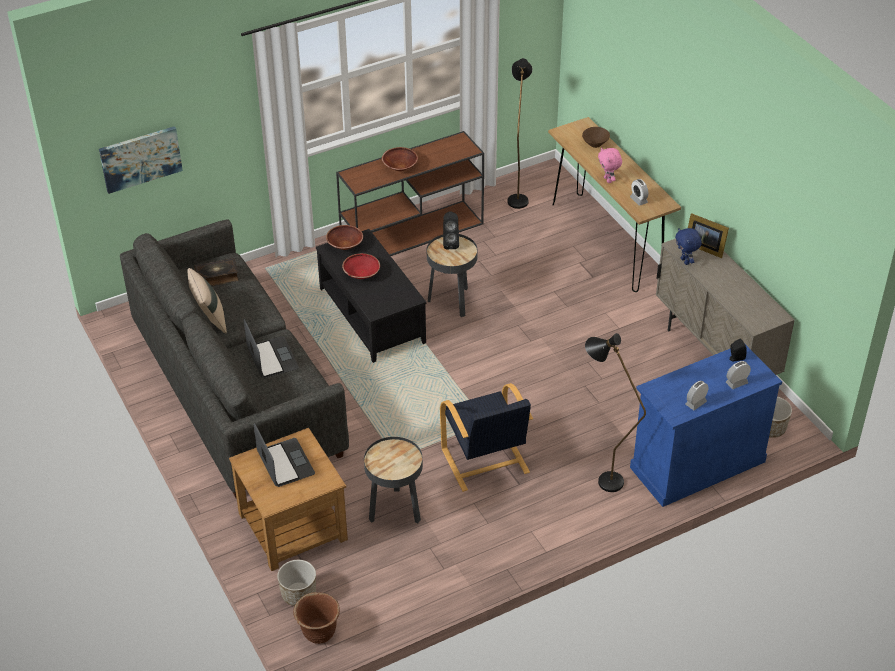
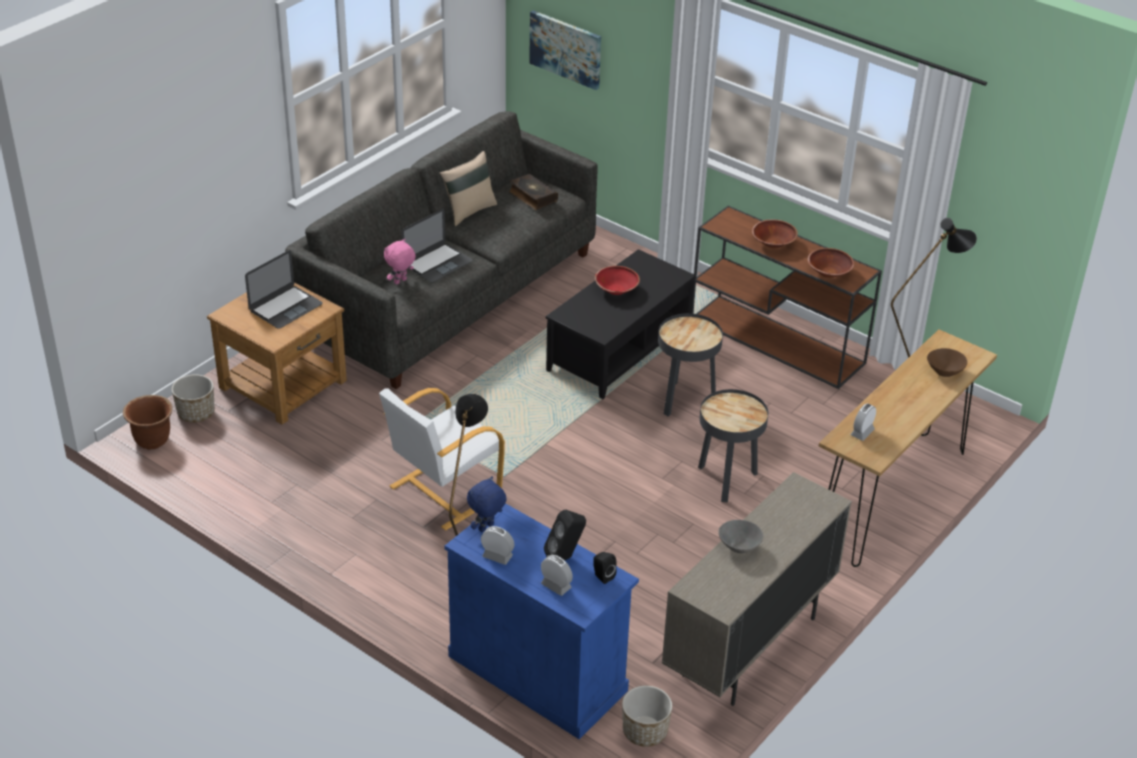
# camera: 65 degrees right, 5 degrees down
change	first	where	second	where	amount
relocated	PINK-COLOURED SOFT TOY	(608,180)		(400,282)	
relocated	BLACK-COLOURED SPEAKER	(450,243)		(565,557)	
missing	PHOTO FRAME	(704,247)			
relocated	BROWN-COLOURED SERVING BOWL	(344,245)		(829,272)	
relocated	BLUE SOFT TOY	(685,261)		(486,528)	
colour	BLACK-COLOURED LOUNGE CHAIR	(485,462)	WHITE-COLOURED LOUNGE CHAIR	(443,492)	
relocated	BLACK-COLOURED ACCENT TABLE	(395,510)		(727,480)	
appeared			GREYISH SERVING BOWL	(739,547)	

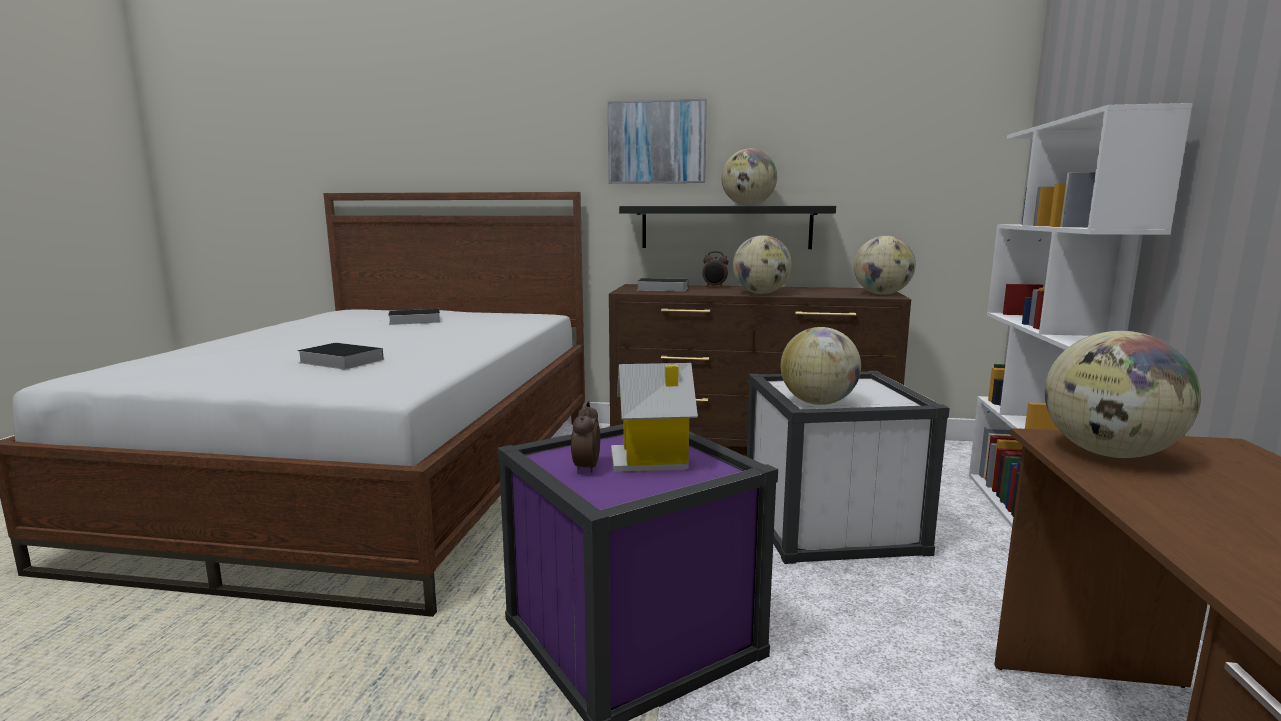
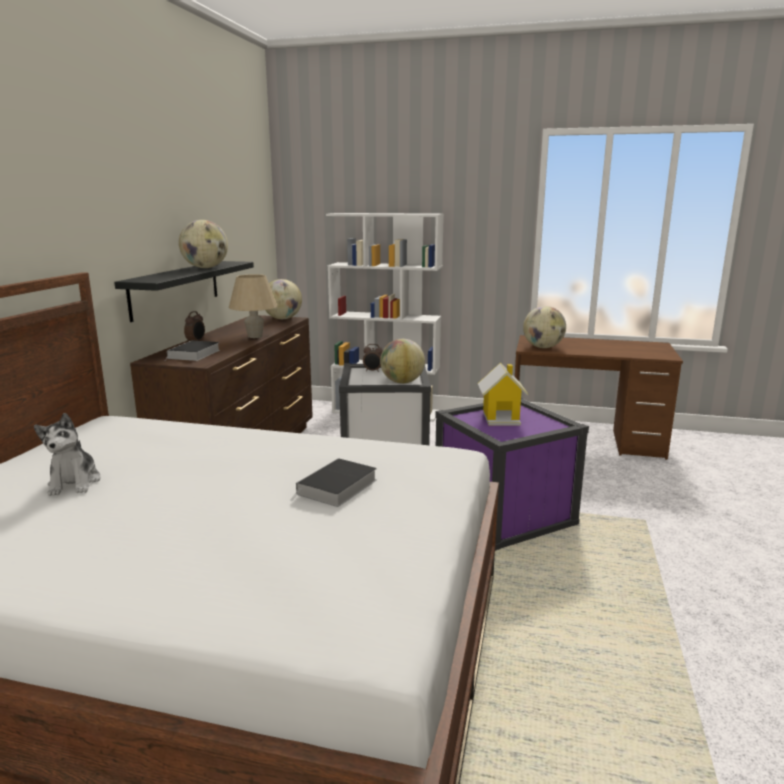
# camera: 85 degrees left, 5 degrees up
change	first	where	second	where	amount
missing	PICTURE	(657,142)			
exchanged	WORLD GLOBE	(760,293)	BEIGE TABLETOP LAMP	(255,336)	
exchanged	VOLUME	(413,321)	SOFT TOY	(74,483)	
relocated	TABLE CLOCK	(585,468)		(373,371)	

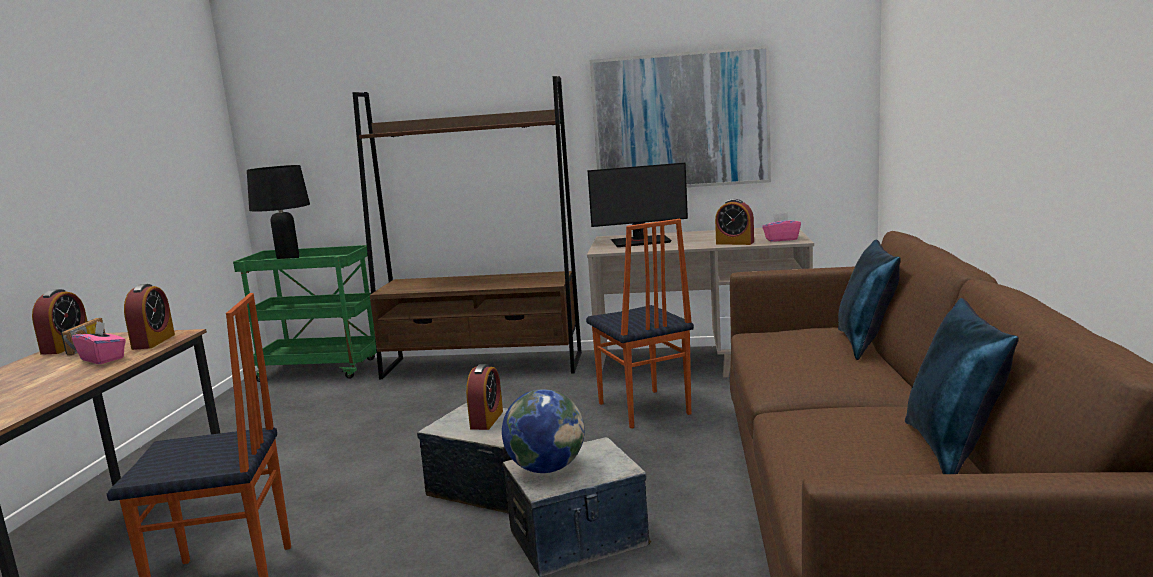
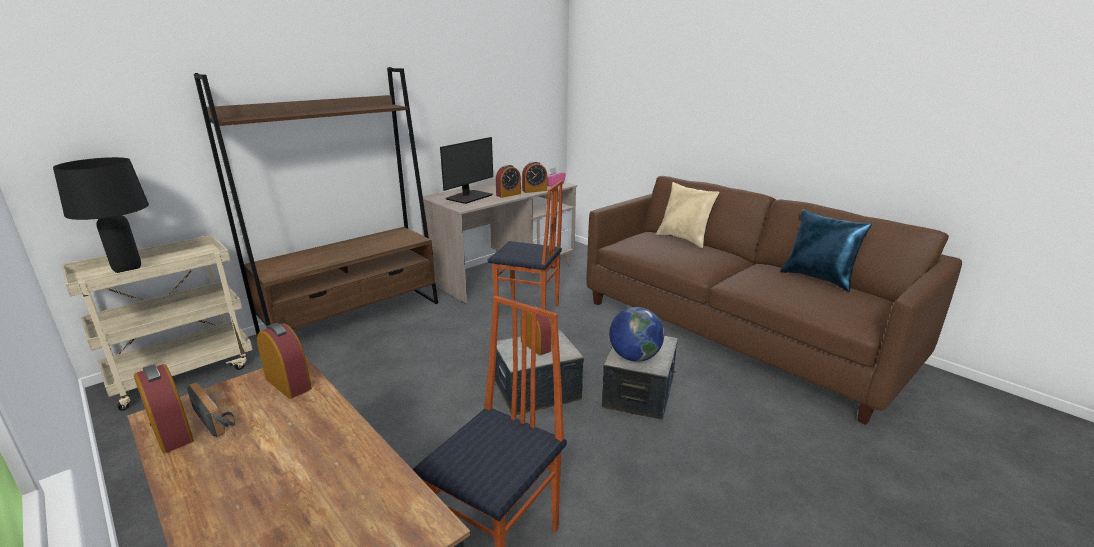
# camera: 50 degrees left, 10 degrees up
change	first	where	second	where	amount
missing	PICTURE	(680,121)			
colour	BLUE CUSHION	(866,344)	BEIGE CUSHION	(684,239)	
colour	GREENISH CART	(322,369)	BEIGE CART	(184,373)	
missing	PINK-COLOURED TISSUE HOLDER	(103,359)			
appeared			TABLE CLOCK	(508,194)	

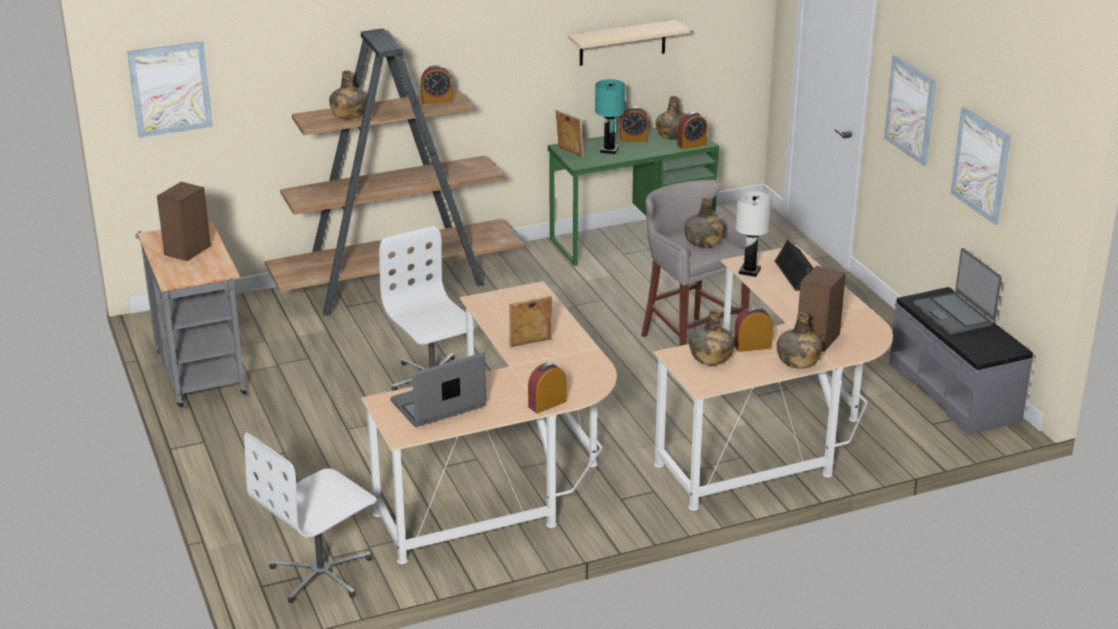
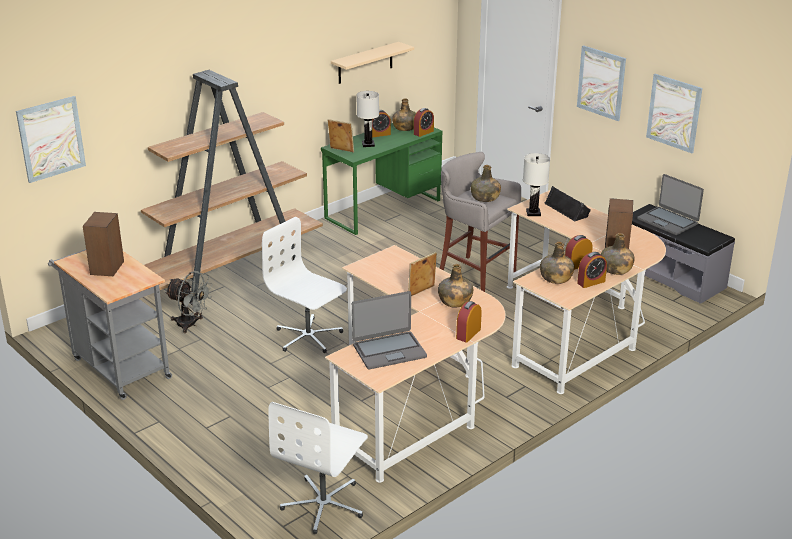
# camera: 20 degrees left, 0 degrees up
change	first	where	second	where	amount
relocated	TABLE CLOCK	(437,100)		(591,282)	
relocated	GREENISH DRINK BOTTLE	(349,114)		(454,301)	
colour	BLUE-GREEN TABLETOP LAMP	(609,150)	WHITE-COLOURED TABLETOP LAMP	(368,144)	
spun	NOTEBOOK COMPUTER	(438,405)		(389,351)	150 degrees counterclockwise
appeared			GREYISH COOLING FAN	(191,325)	

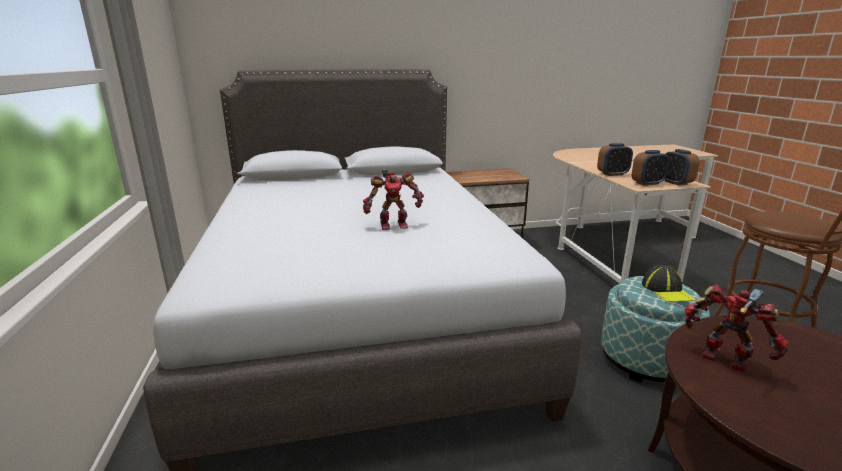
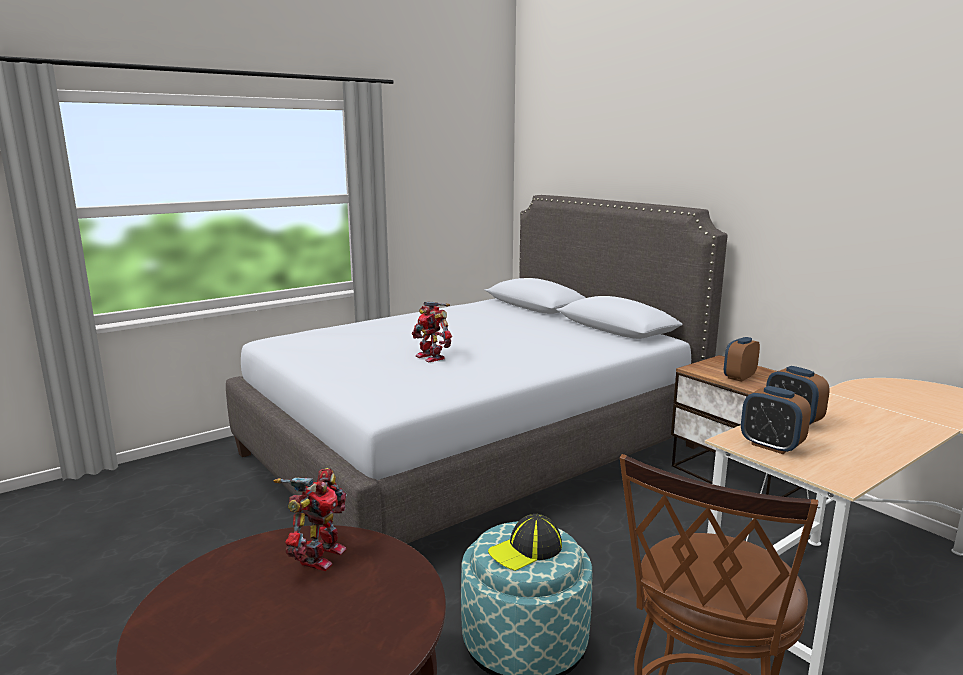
# camera: 65 degrees right, 5 degrees down
change	first	where	second	where	amount
relocated	TABLE CLOCK	(675,183)		(739,377)	

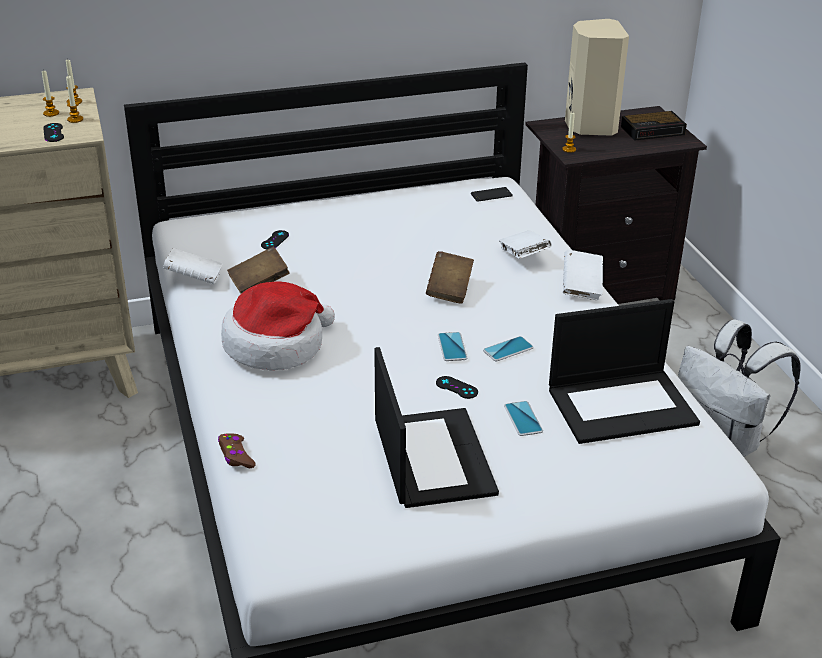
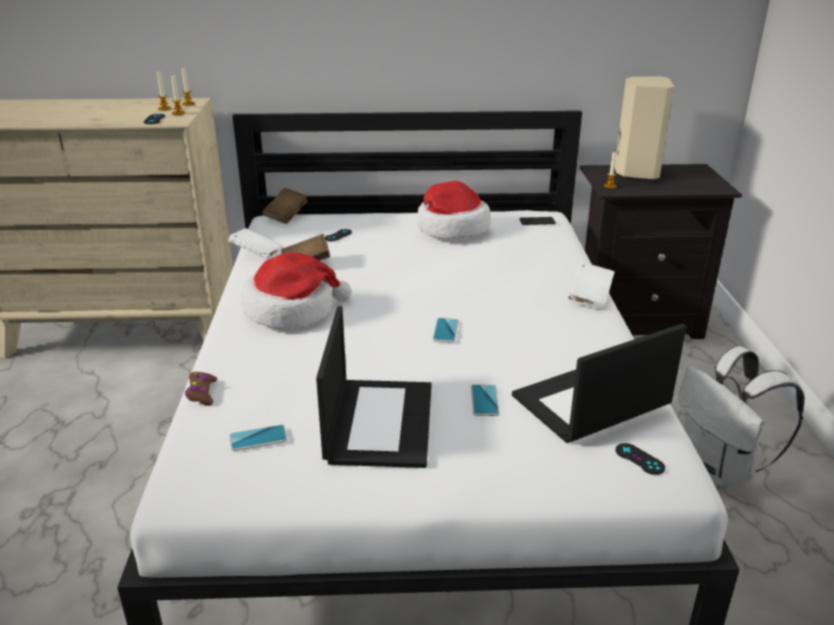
# camera: 15 degrees right, 5 degrees down
change	first	where	second	where	amount
missing	TABLE CLOCK	(654,130)			
missing	WHITE-COLOURED VOLUME	(523,256)			
relocated	BROWN-COLOURED VOLUME	(449,290)		(286,216)	
spun	NOTEBOOK COMPUTER	(622,405)		(590,402)	150 degrees clockwise
relocated	PHONE	(508,349)		(258,438)	
relocated	BLACK-COLOURED JOYPAD	(456,387)		(639,459)	
appeared			WEARABLE HAT	(451,228)	

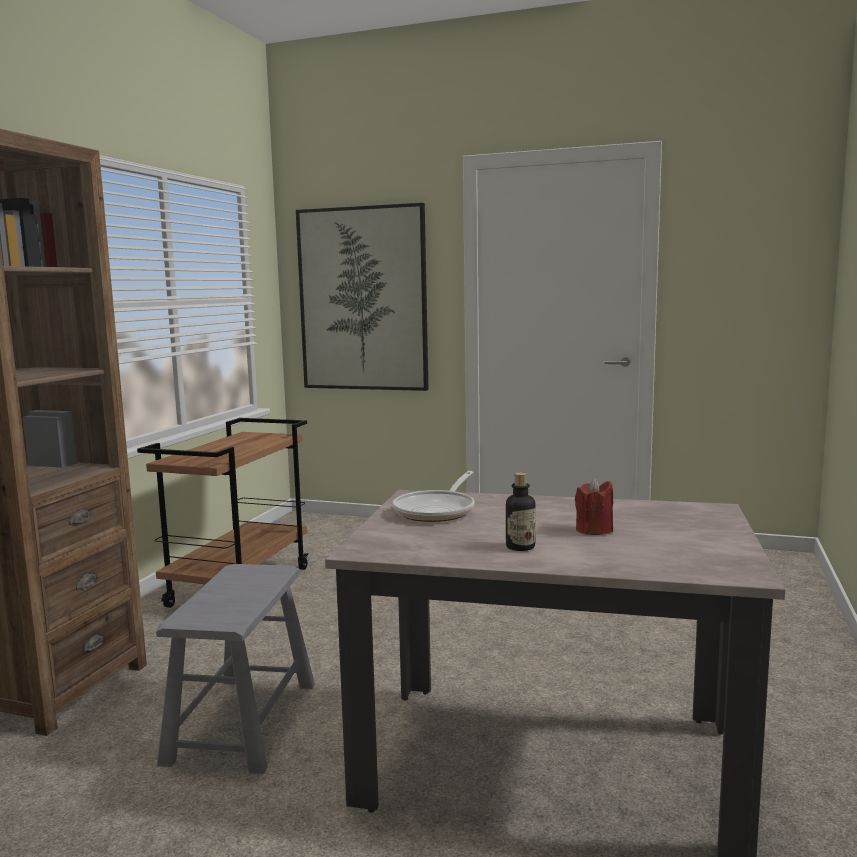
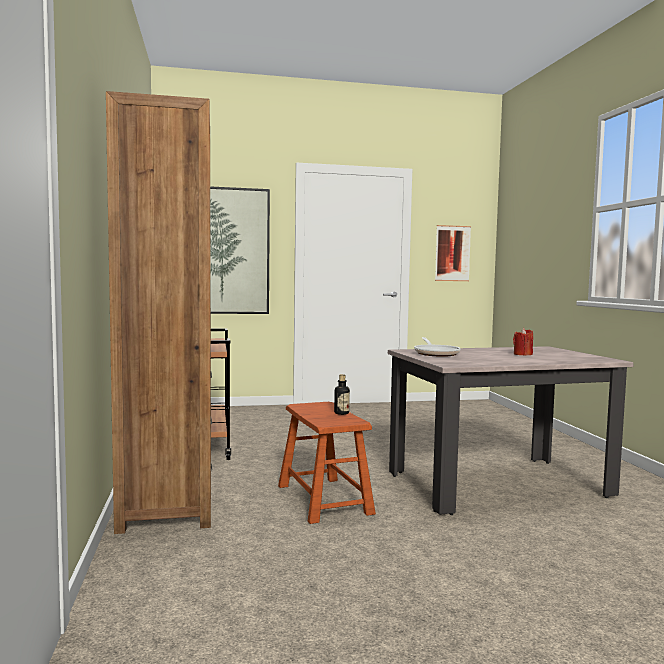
# camera: 30 degrees left, 5 degrees down
change	first	where	second	where	amount
relocated	DRINK BOTTLE	(520,547)		(341,413)	
colour	GREYISH STOOL	(242,722)	BROWN-COLOURED STOOL	(323,499)	
appeared			PICTURE	(452,253)	

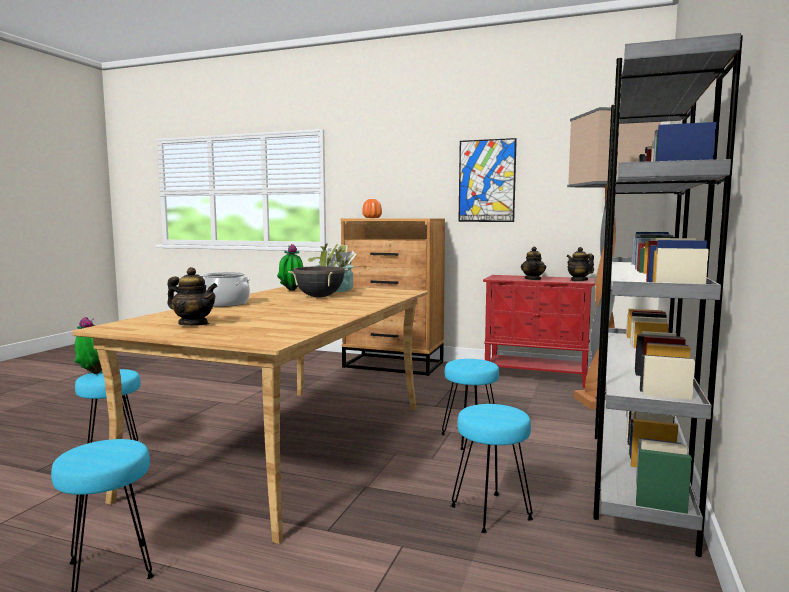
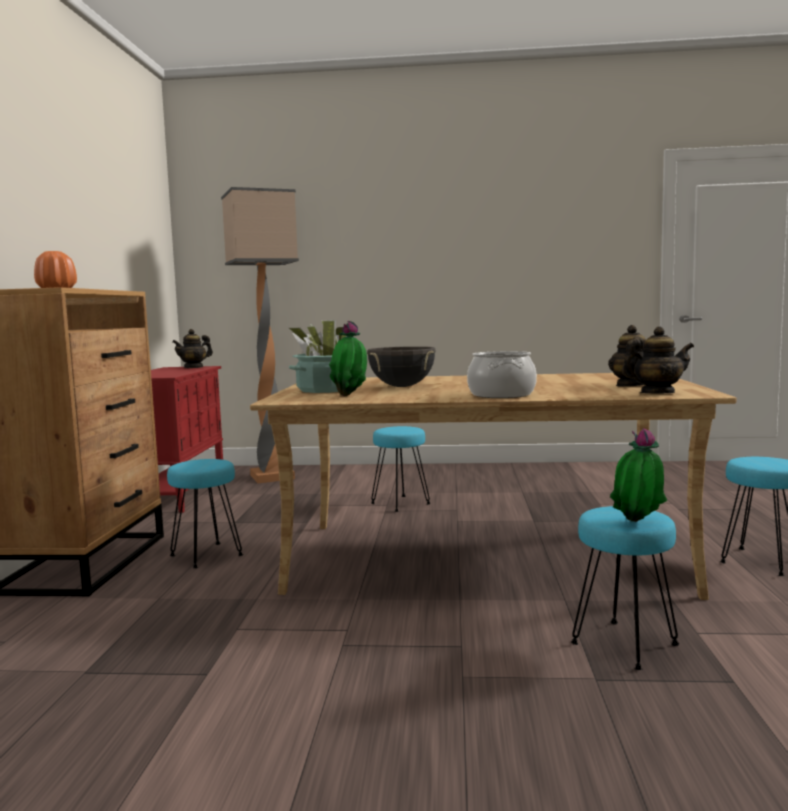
# camera: 105 degrees left, 0 degrees up
change	first	where	second	where	amount
missing	GREYISH SHELVING UNIT	(636,478)			
missing	PICTURE	(486,181)			
relocated	TEAPOT	(533,279)		(657,393)	
relocated	BLUE-GREEN STOOL	(492,512)		(206,555)	

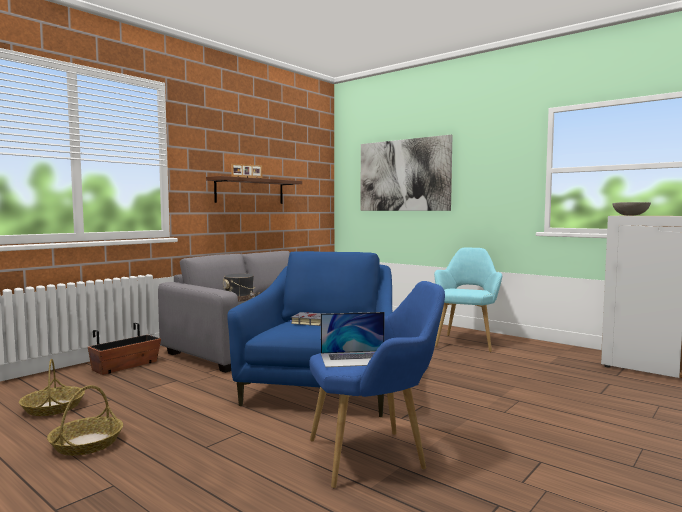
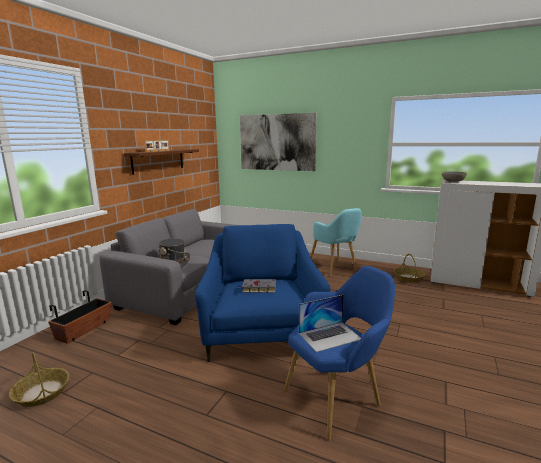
# camera: 15 degrees left, 10 degrees up
change	first	where	second	where	amount
spun	BLUE-GREEN LOUNGE CHAIR	(466,342)		(335,269)	150 degrees clockwise
relocated	BASKET	(87,443)		(408,278)	

